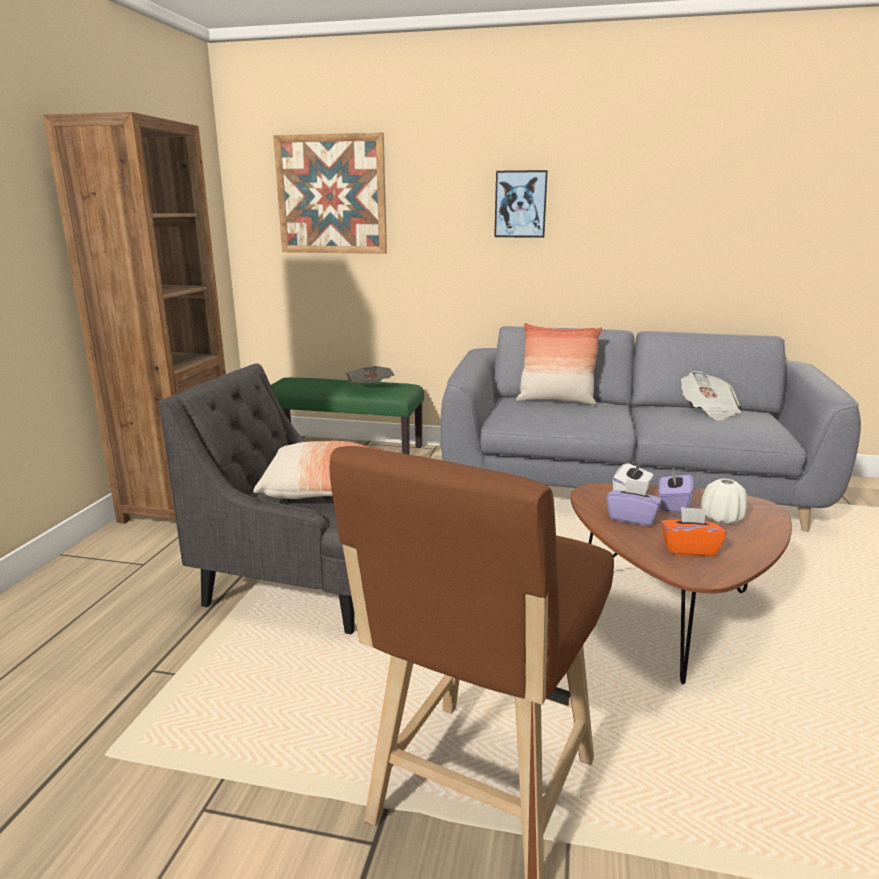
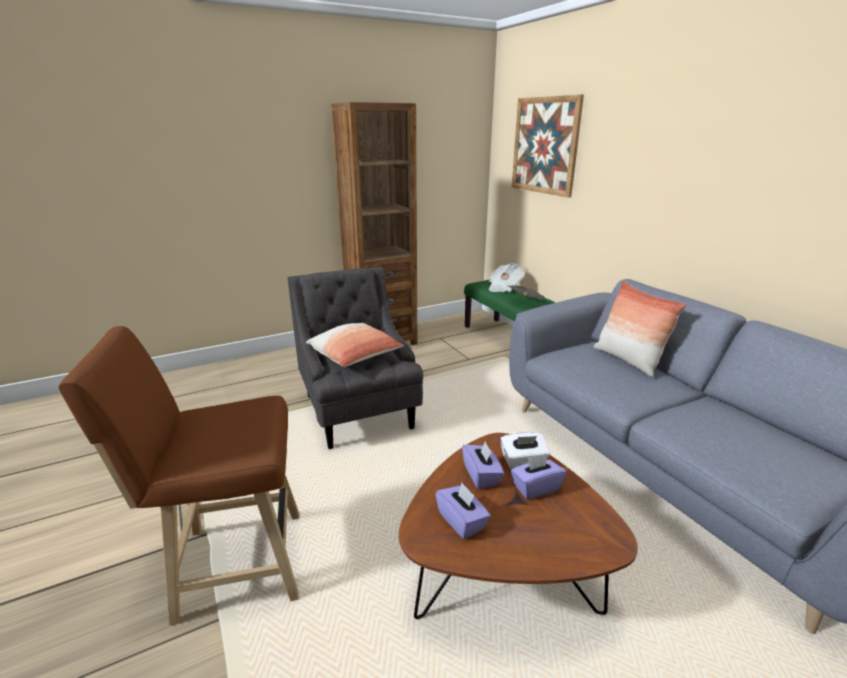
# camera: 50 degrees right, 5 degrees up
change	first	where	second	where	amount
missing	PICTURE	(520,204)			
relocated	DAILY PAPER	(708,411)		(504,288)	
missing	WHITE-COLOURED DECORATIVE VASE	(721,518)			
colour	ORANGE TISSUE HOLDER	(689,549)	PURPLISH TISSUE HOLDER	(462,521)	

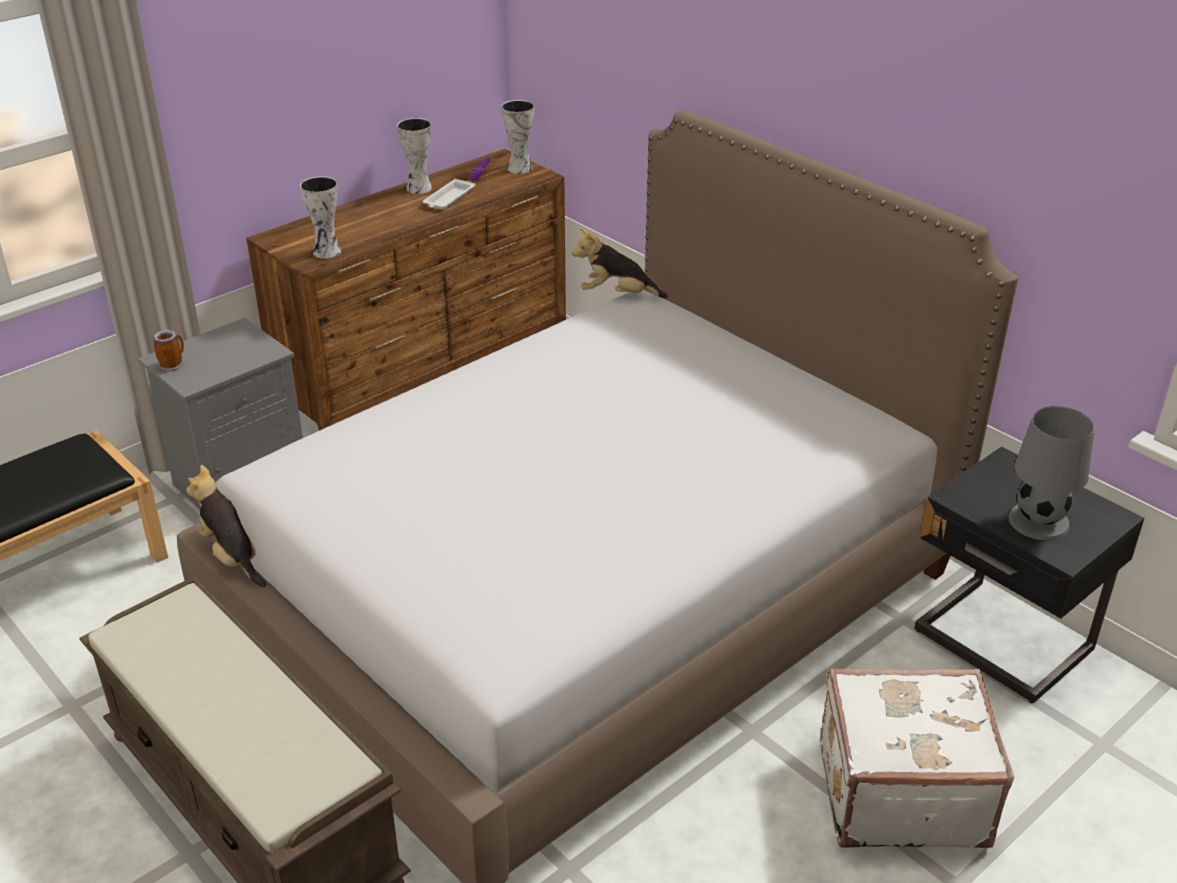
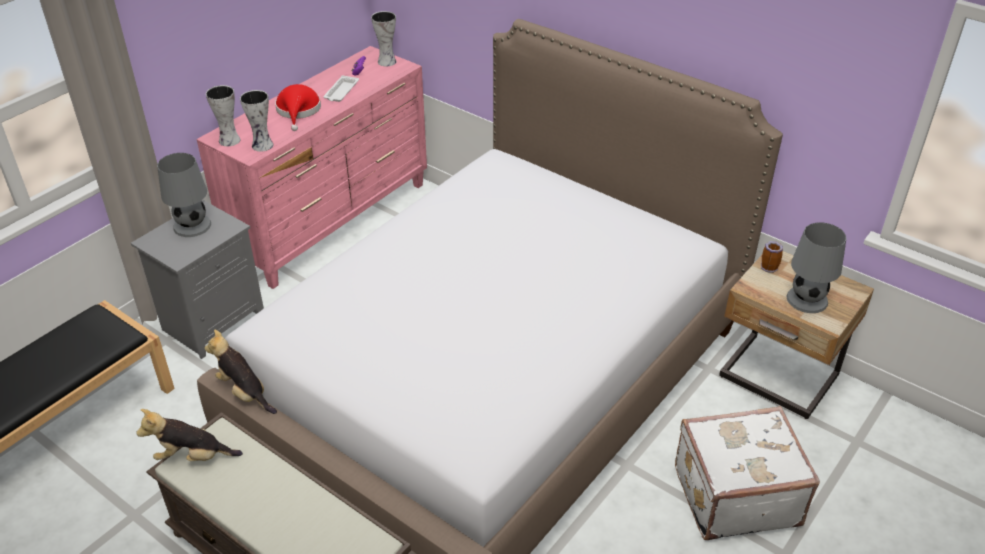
# camera: 10 degrees left, 5 degrees up
change	first	where	second	where	amount
relocated	DECORATIVE VASE	(417,188)		(228,140)	
colour	BROWN-COLOURED DRESSER	(427,378)	PINK-COLOURED DRESSER	(332,222)	
relocated	SOFT TOY	(617,295)		(193,457)	
relocated	MUG	(172,364)		(769,266)	
colour	BLACK-COLOURED NIGHTSTAND	(1001,644)	BEIGE NIGHTSTAND	(777,379)	
appeared			REDDISH WEARABLE HAT	(298,111)	
appeared			GREYISH TABLETOP LAMP	(192,226)	

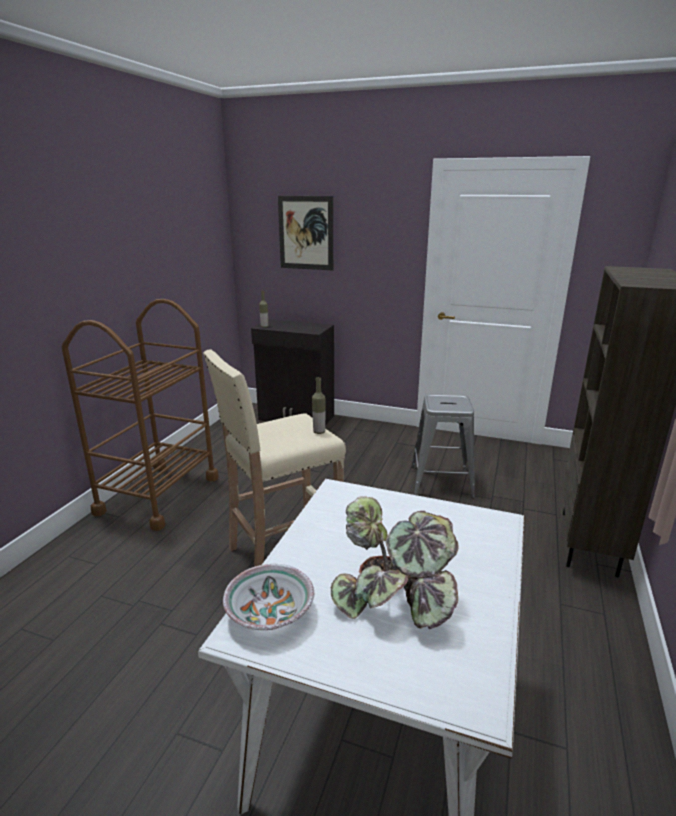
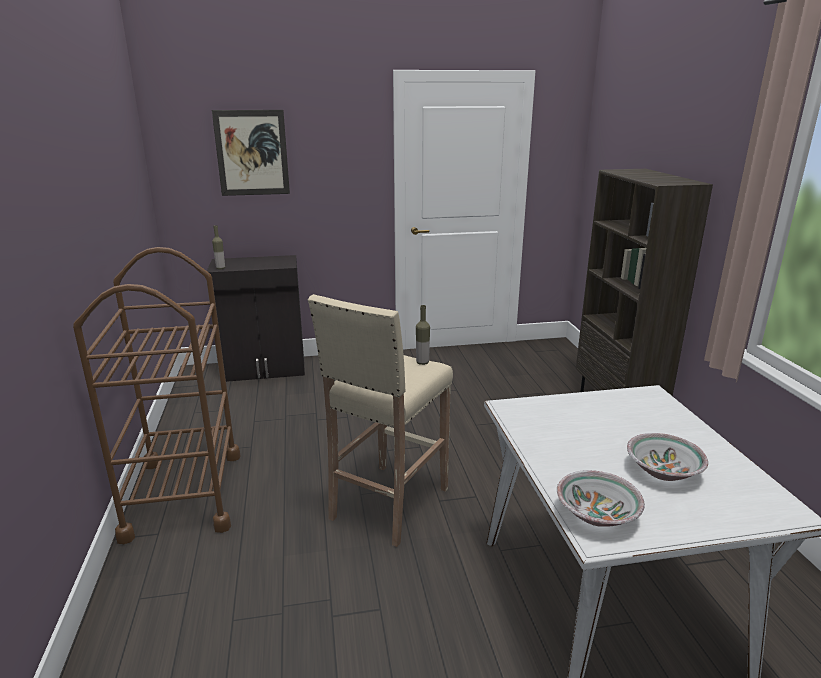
# camera: 30 degrees left, 0 degrees up
change	first	where	second	where	amount
missing	GREYISH STOOL	(441,481)			
exchanged	PLANT IN A POT	(396,600)	SERVING BOWL	(663,470)	

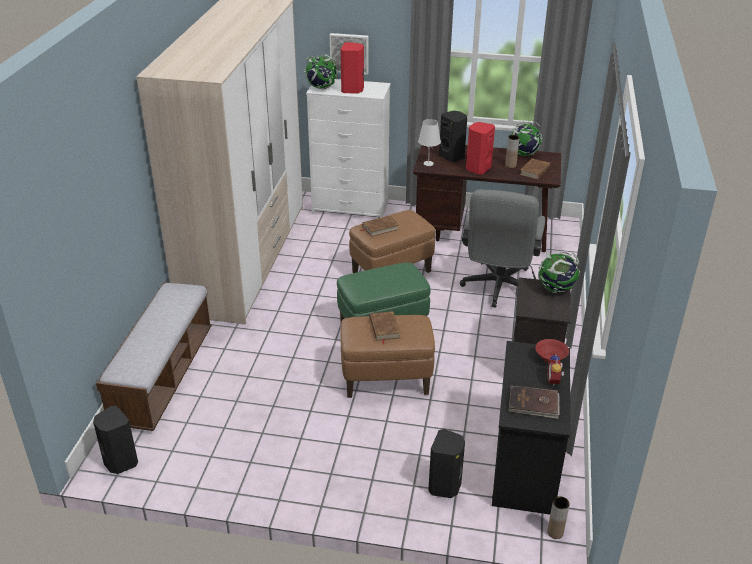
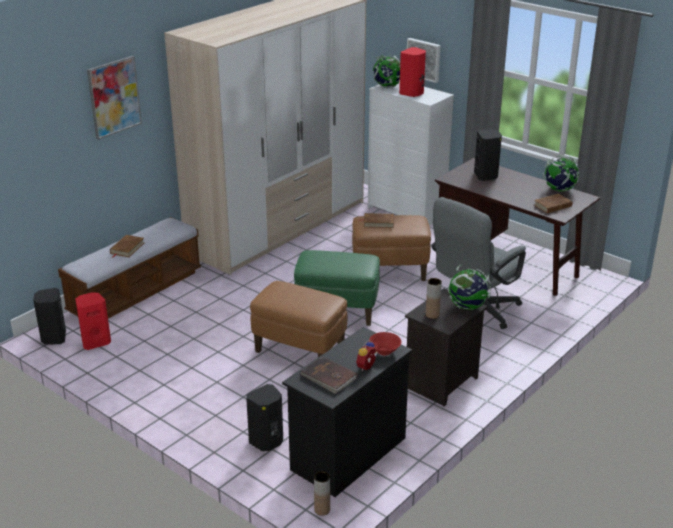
# camera: 30 degrees right, 5 degrees down
change	first	where	second	where	amount
missing	WHITE-COLOURED TABLETOP LAMP	(428,163)			
relocated	REDDISH SPEAKER	(477,169)		(95,342)	
relocated	BROWN-COLOURED DECORATIVE VASE	(510,165)		(432,315)	
relocated	BROWN-COLOURED VOLUME	(384,328)		(127,248)	
appeared			PICTURE	(114,97)	

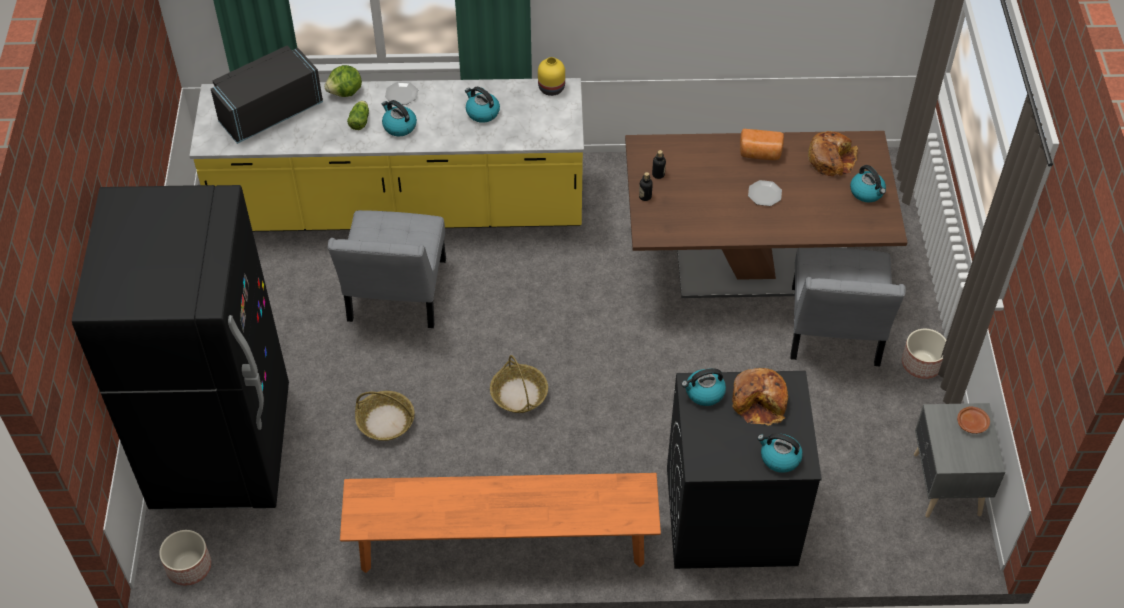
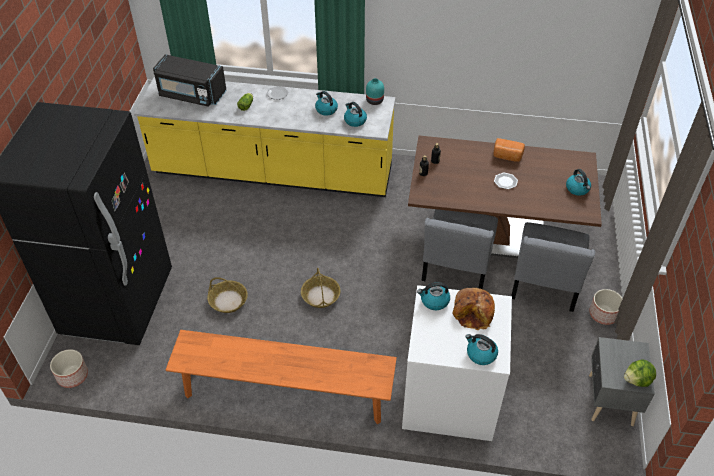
# camera: 10 degrees right, 5 degrees down
change	first	where	second	where	amount
spun	BLACK-COLOURED MICROWAVE OVEN	(270,112)		(191,94)	135 degrees counterclockwise
colour	YELLOW-COLOURED DECORATIVE VASE	(552,88)	BLUE-GREEN DECORATIVE VASE	(375,101)	
relocated	LETTUCE	(345,92)		(637,380)	
relocated	KETTLE	(399,126)		(354,120)	
missing	BAKERY BREAD	(831,159)			
relocated	GREYISH UPRIGHT CHAIR	(395,296)		(455,268)	
colour	BLACK-COLOURED LAUNDRY MACHINE	(730,516)	WHITE-COLOURED LAUNDRY MACHINE	(448,398)	
missing	BROWN-COLOURED PLATE	(972,423)			

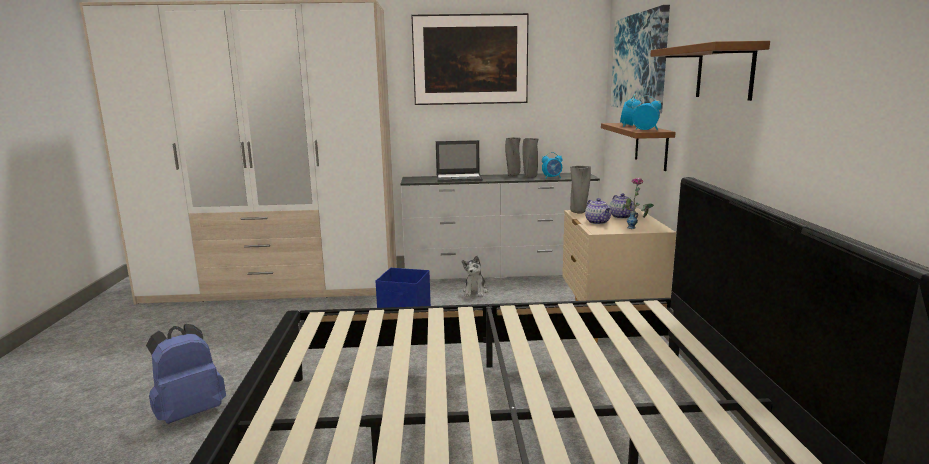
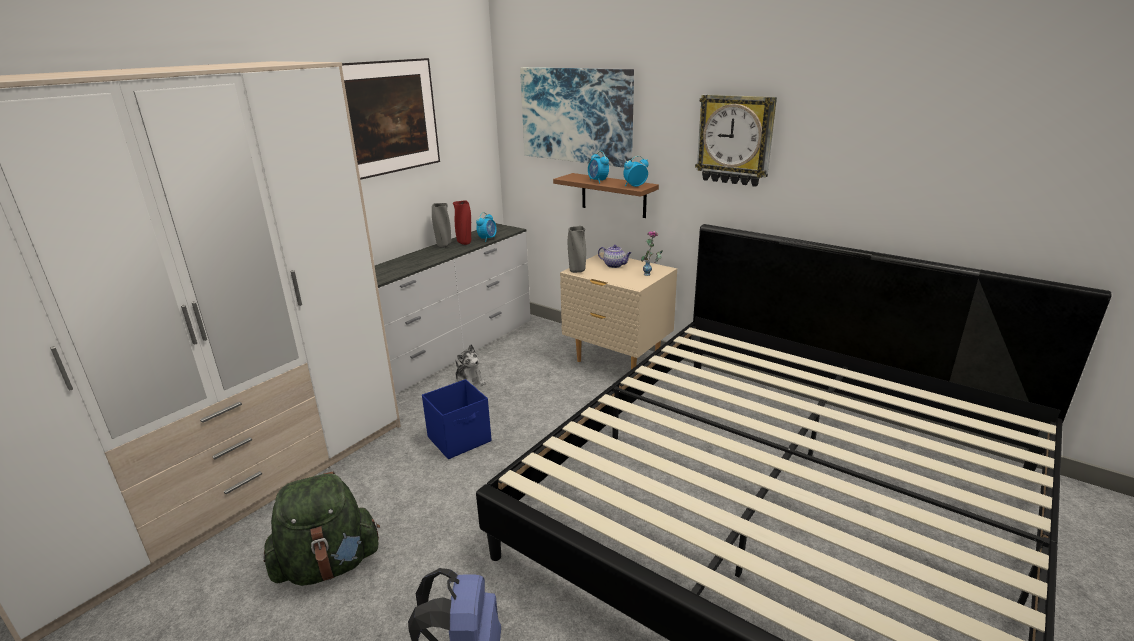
# camera: 50 degrees left, 10 degrees up
change	first	where	second	where	amount
exchanged	BROWN-COLOURED BRACKET SHELF	(724,72)	WALL CLOCK	(735,140)	
colour	GREYISH DECORATIVE VASE	(530,176)	REDDISH DECORATIVE VASE	(465,243)	
missing	NOTEBOOK COMPUTER	(459,178)			
missing	TEAPOT	(598,222)			
appeared			GREENISH RUCKSACK	(328,565)	

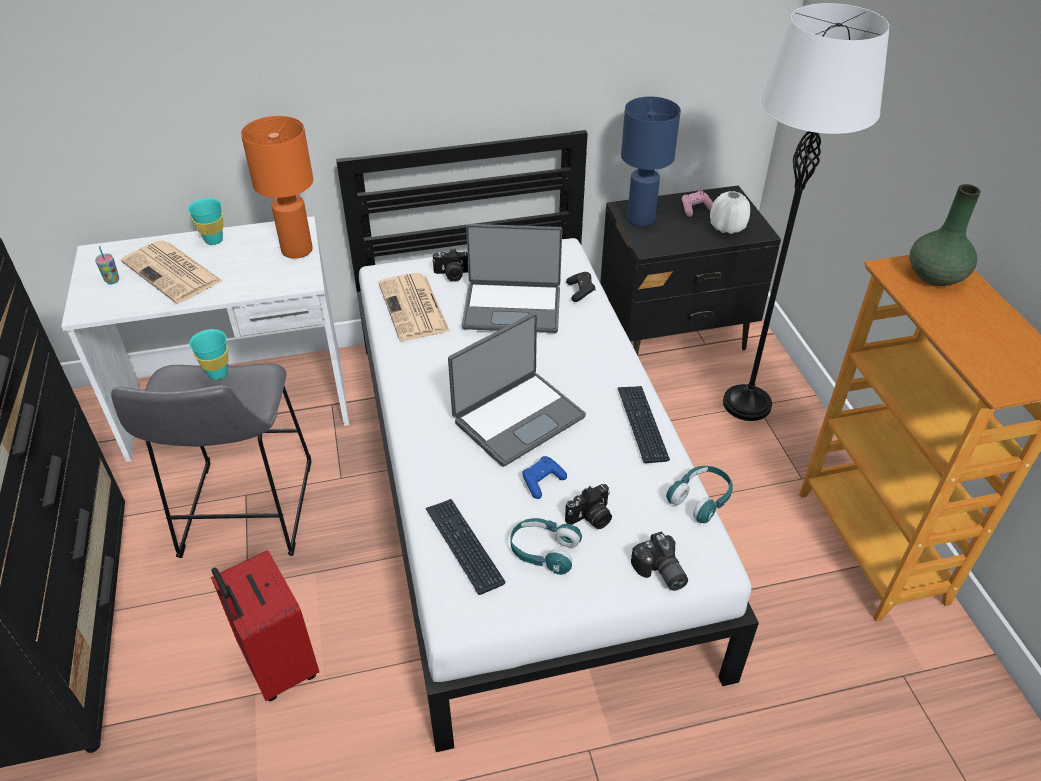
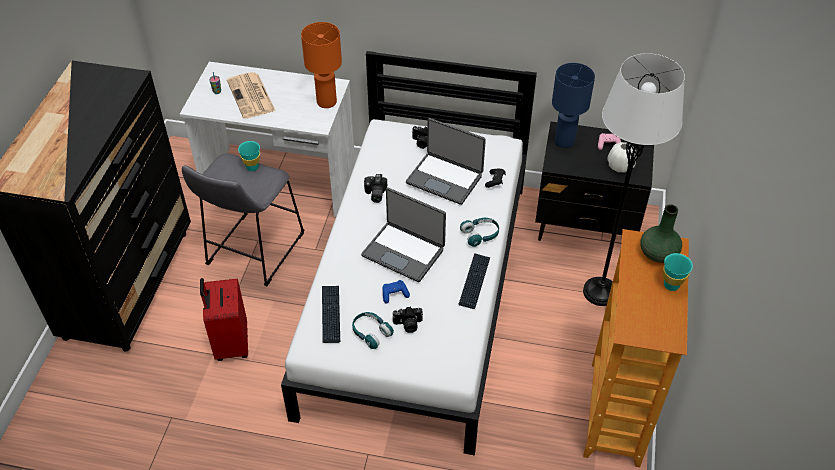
# camera: 25 degrees right, 5 degrees up
change	first	where	second	where	amount
relocated	BLUE-GREEN DRINKING CUP	(214,240)		(671,285)	
missing	DAILY PAPER	(414,308)			
spun	NOTEBOOK COMPUTER	(517,418)		(404,251)	45 degrees clockwise
relocated	BLUE-GREEN HEADSET	(701,499)		(480,235)	
relocated	PHOTO CAMERA	(659,572)		(374,194)	

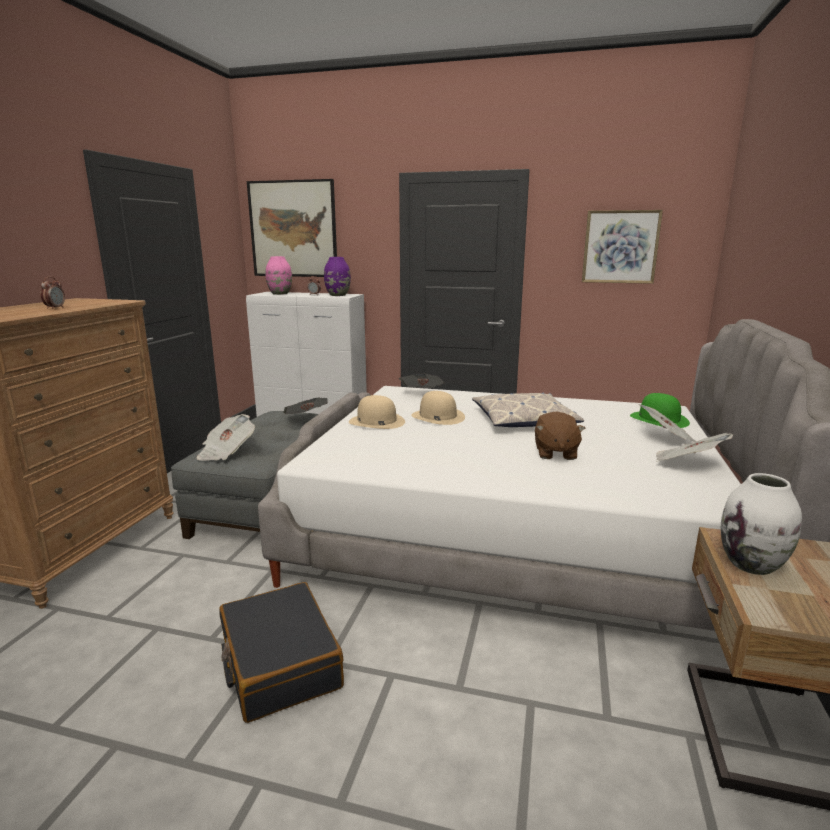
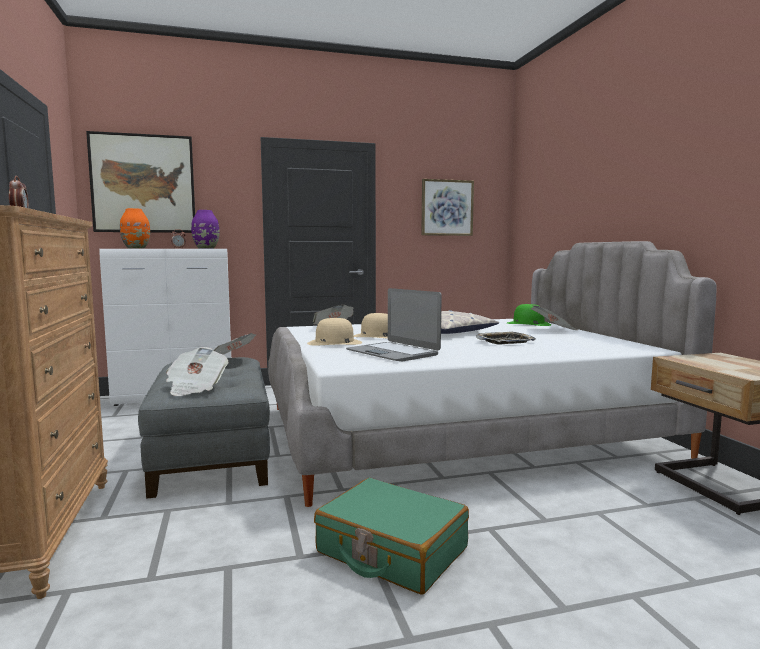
# camera: 30 degrees left, 10 degrees down
change	first	where	second	where	amount
colour	PINK-COLOURED DECORATIVE VASE	(280,294)	ORANGE DECORATIVE VASE	(136,248)	
exchanged	BROWN-COLOURED SOFT TOY	(555,453)	CARRYING TRAY	(505,342)	
missing	DAILY PAPER	(687,464)			
missing	WHITE-COLOURED DECORATIVE VASE	(752,564)			
colour	BLACK-COLOURED SUITCASE	(279,663)	GREENISH SUITCASE	(391,551)	
appeared			NOTEBOOK COMPUTER	(393,353)	

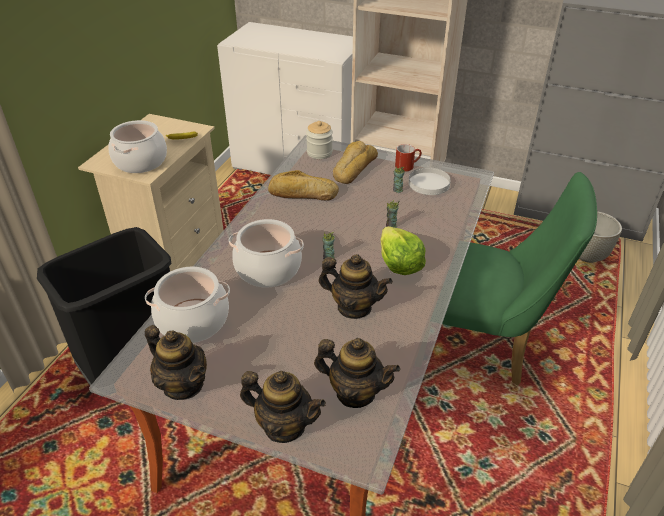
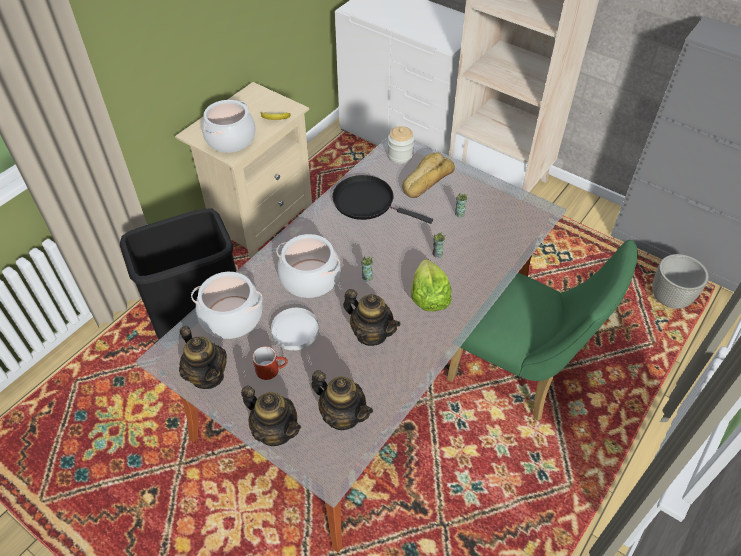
# camera: 15 degrees right, 10 degrees up
change	first	where	second	where	amount
relocated	REDDISH MUG	(407,165)		(272,369)	
relocated	WHITE-COLOURED PLATE	(429,183)		(295,330)	
exchanged	BAKERY BREAD	(302,194)	BLACK-COLOURED SKILLET	(367,202)	

